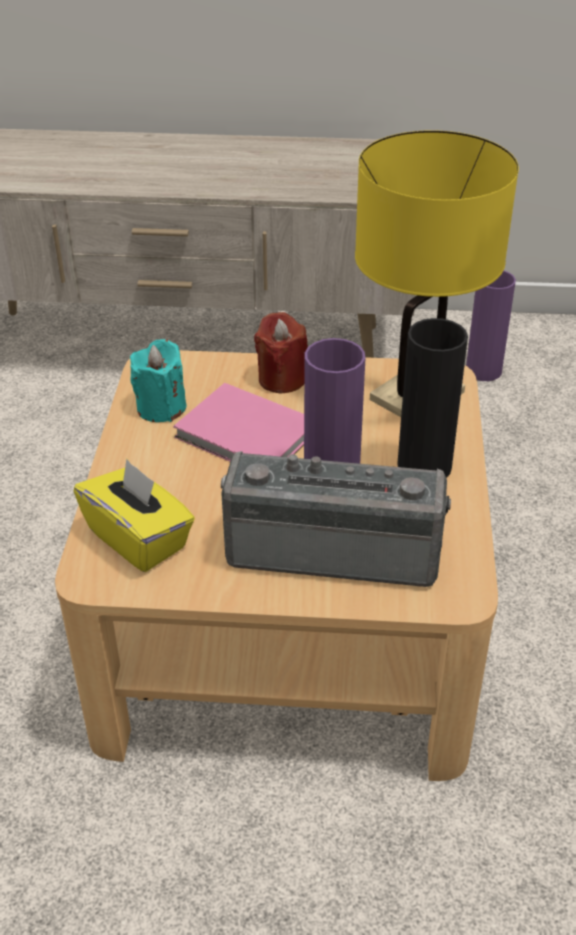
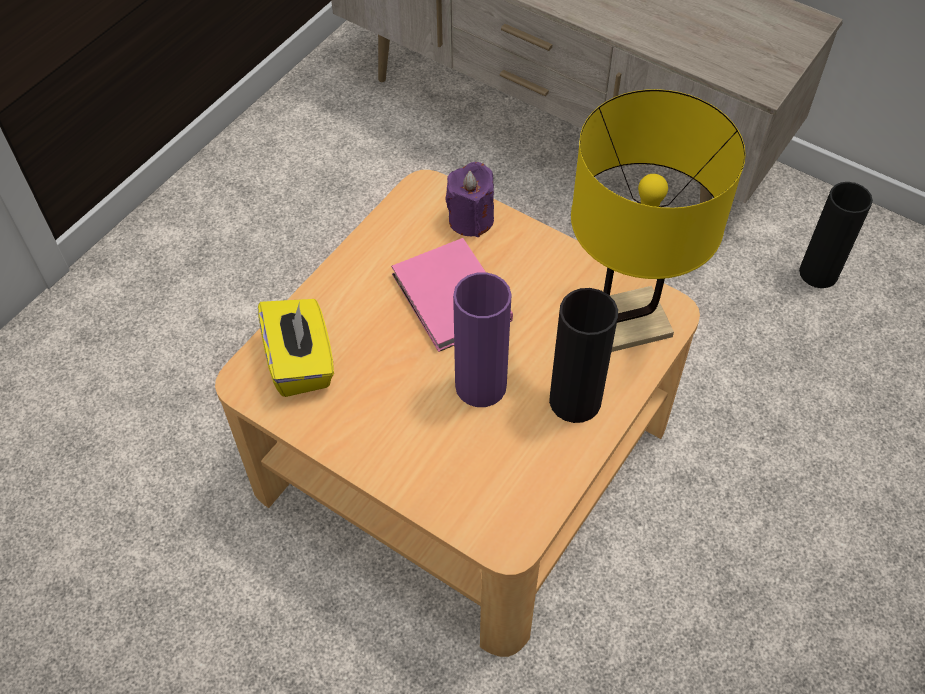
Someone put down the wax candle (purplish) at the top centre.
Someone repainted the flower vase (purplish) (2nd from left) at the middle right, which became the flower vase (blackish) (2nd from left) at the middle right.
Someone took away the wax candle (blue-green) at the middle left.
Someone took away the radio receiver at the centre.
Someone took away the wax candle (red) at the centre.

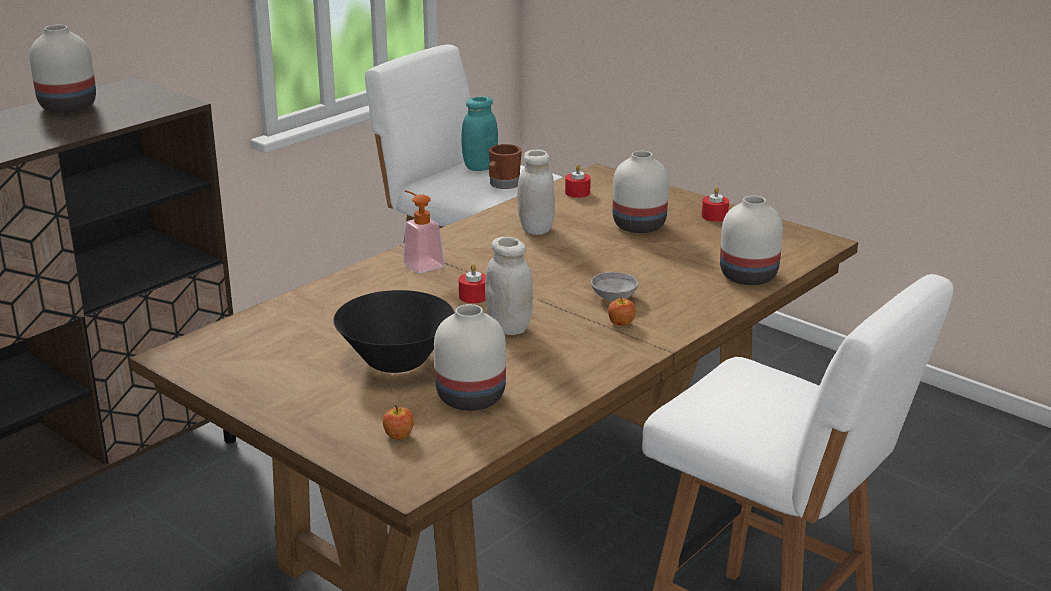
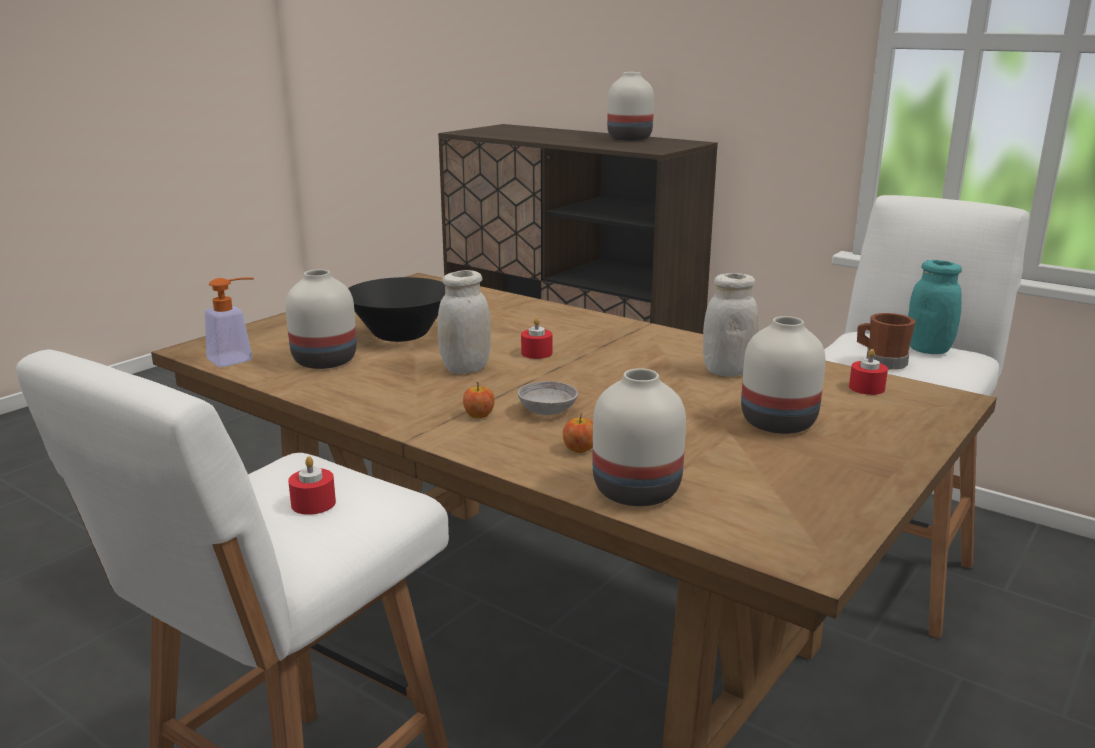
Someone carried the liquid soap bottle from the centre to the middle left.
Someone carried the wax candle (red) (3rd from left in the first image) from the middle right to the middle left.
Someone carried the apple fruit (1st from left in the first image) from the bottom centre to the centre.

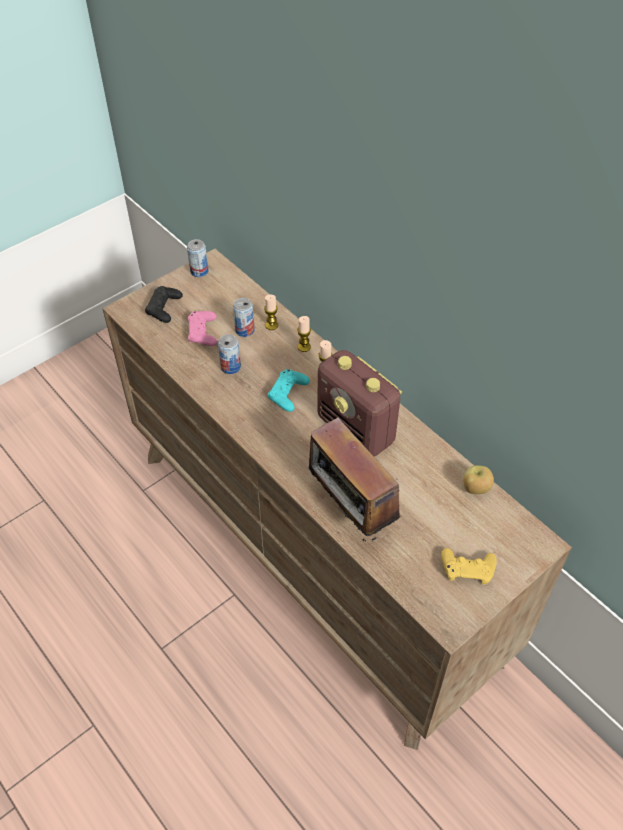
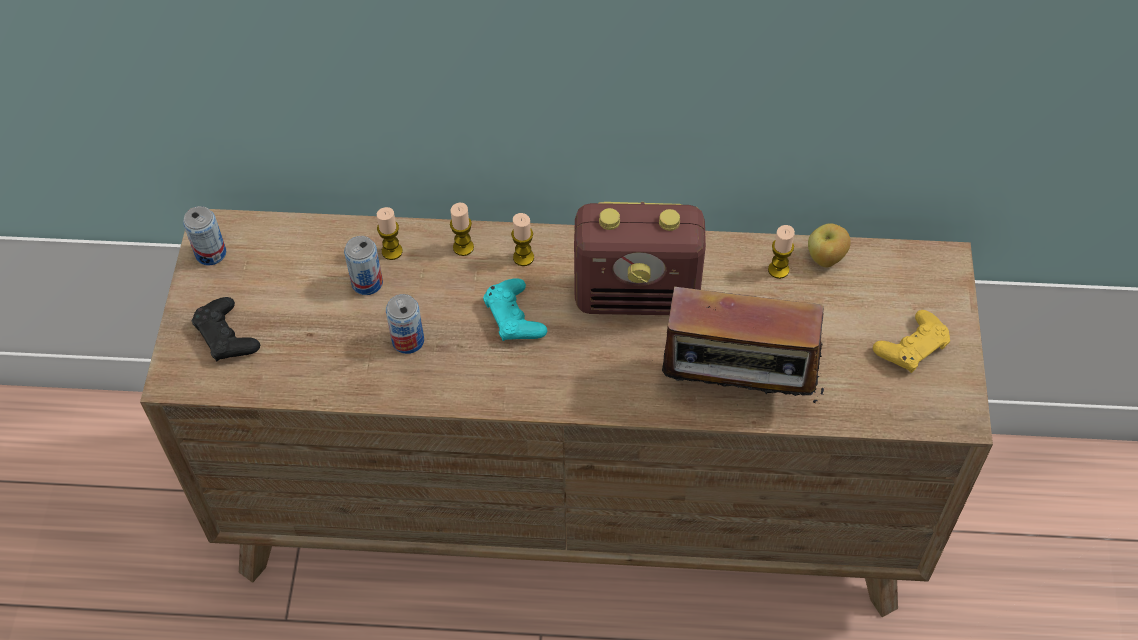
Someone put down the wax candle (4th from left) at the middle right.
Someone took away the gamepad (pinkish) at the middle left.

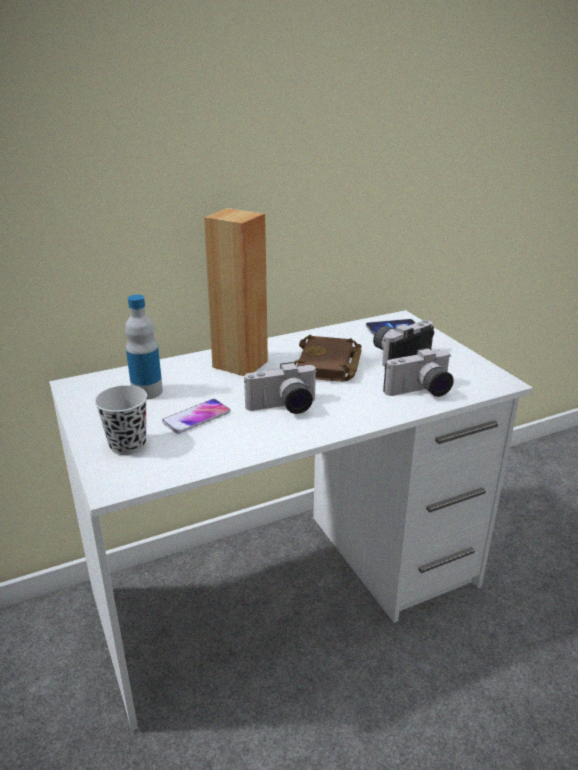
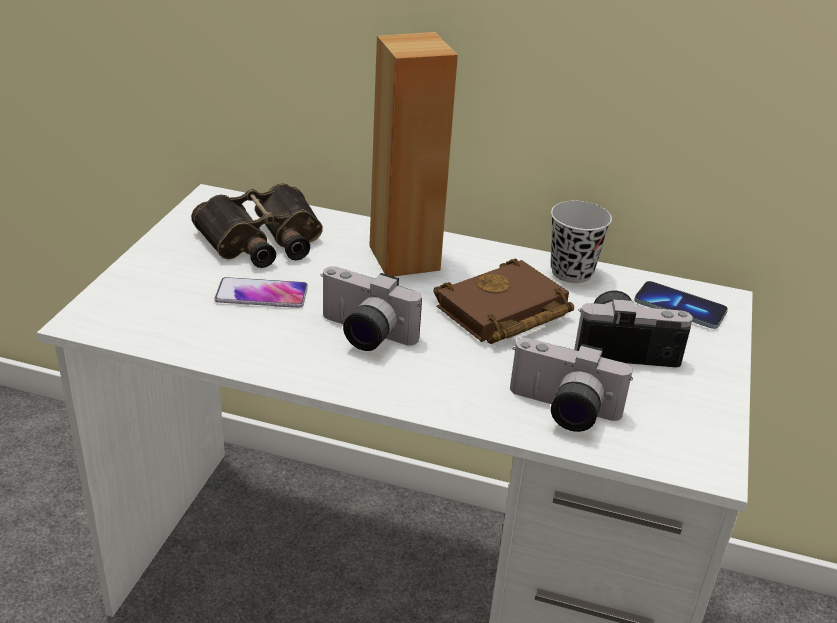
Someone swapped the drink bottle at the middle left for the field glasses at the middle left.
Someone carried the small cup (blackish) from the middle left to the middle right.

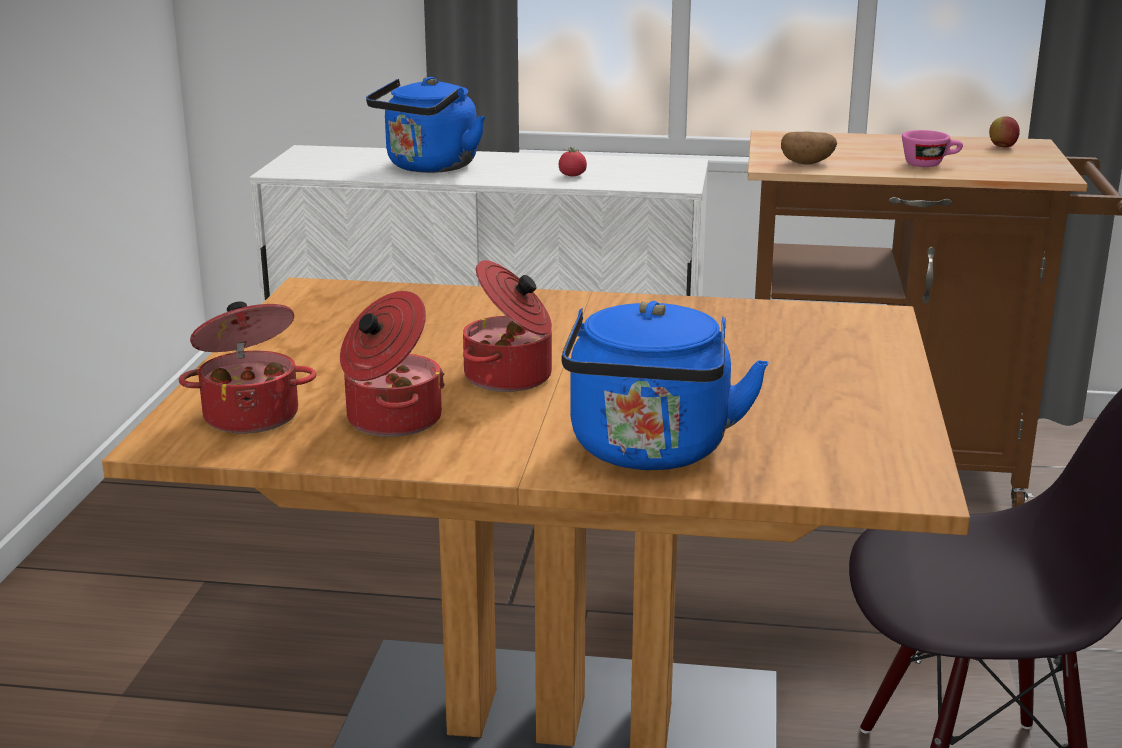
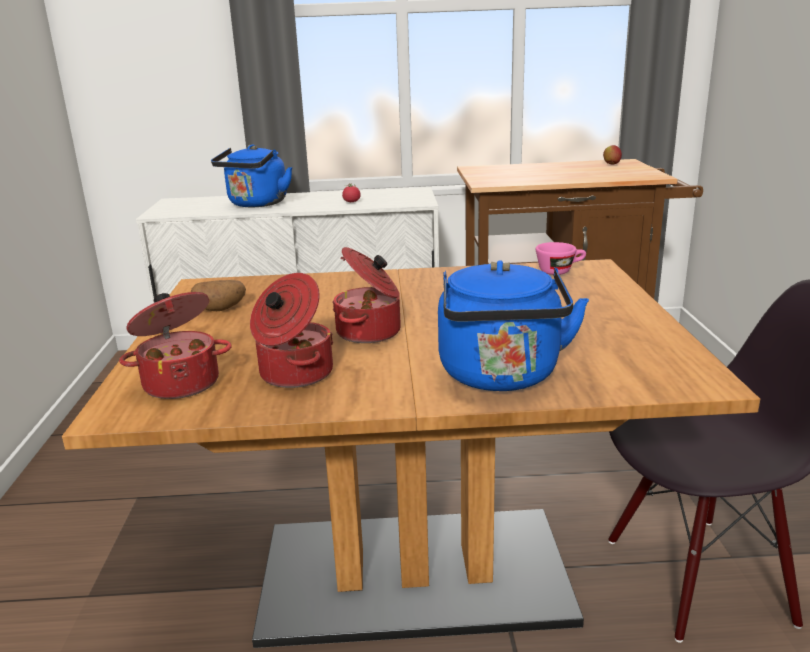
Someone carried the whole potato from the top right to the middle left.
Someone carried the small cup (pinkish) from the top right to the middle right.

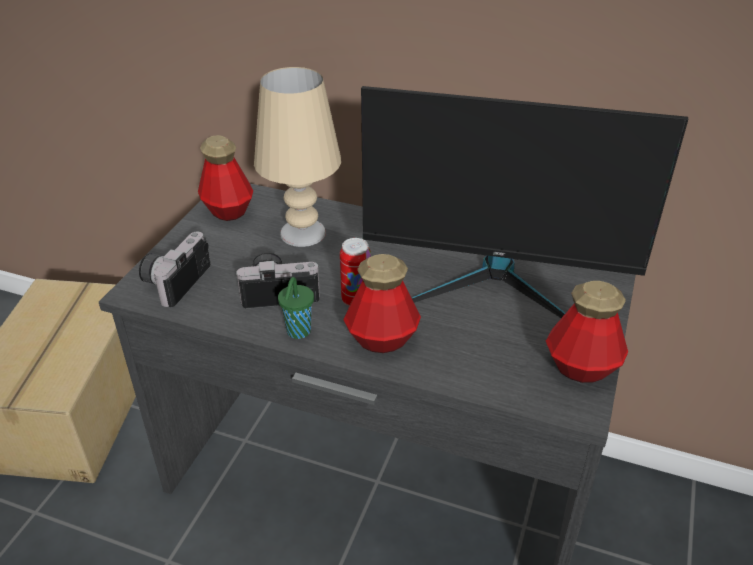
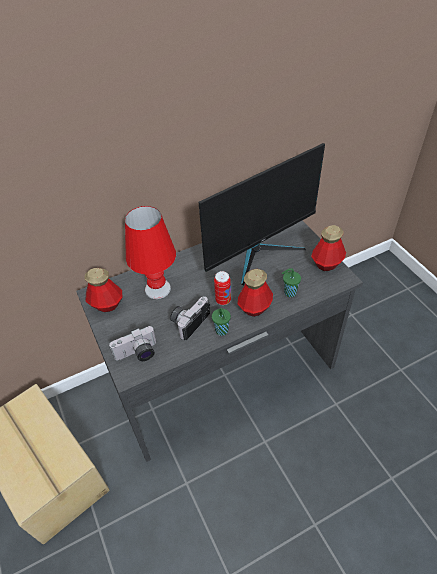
Someone rotated the still camera (1st from left) at the middle left by 90 degrees counterclockwise.
Someone repainted the lamp for a table (beige) at the top centre, which became the lamp for a table (red) at the centre.
Someone put down the small cup (green) (2nd from left) at the centre.

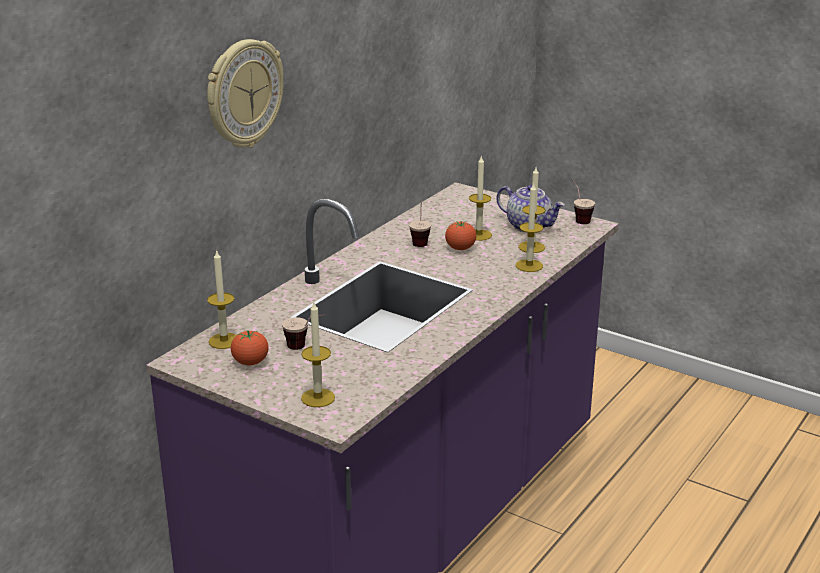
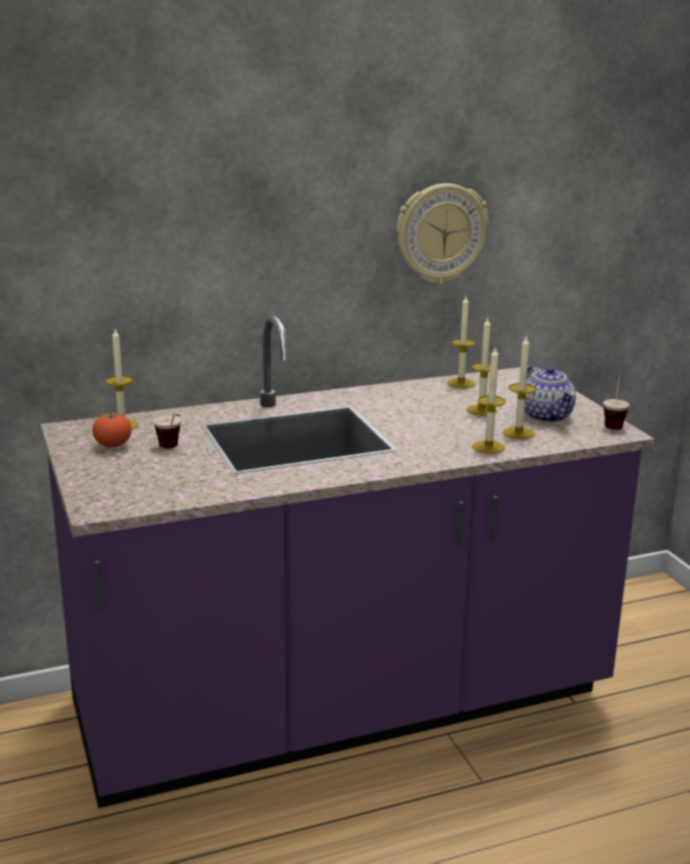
Someone carried the clock on the wall from the top left to the top centre.
Someone carried the wax candle (2nd from left) from the centre to the middle right.
Someone took away the small cup (2nd from left) at the centre.
Someone took away the whole tomato (2nd from left) at the centre.

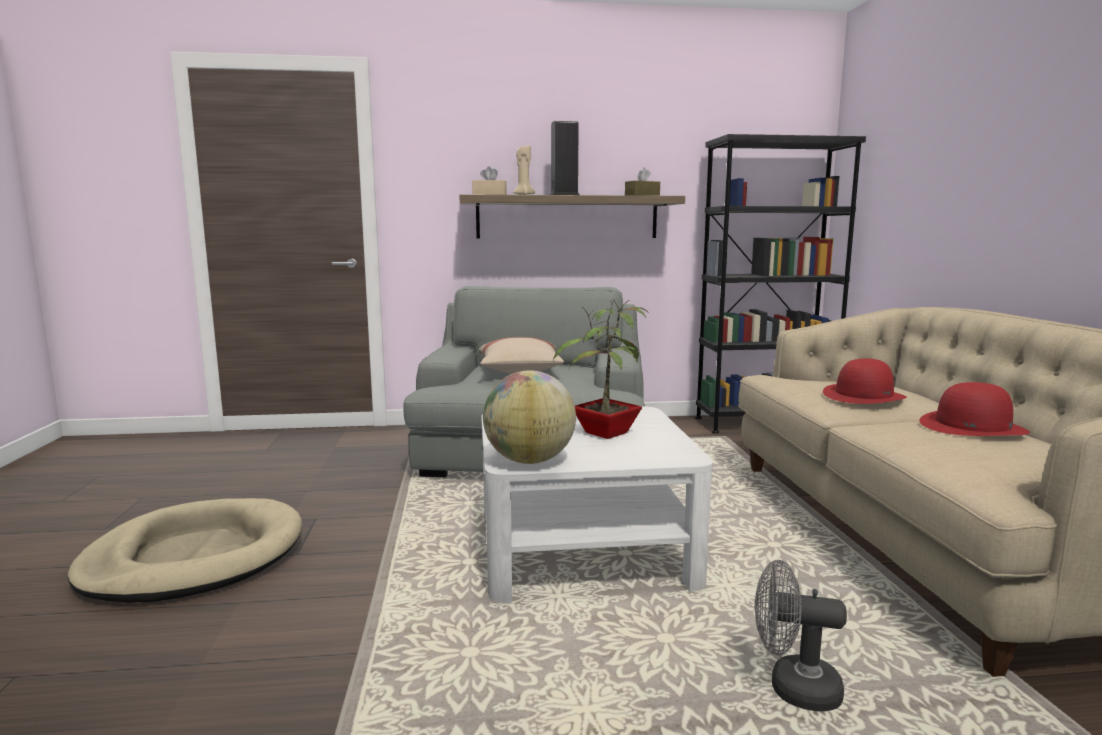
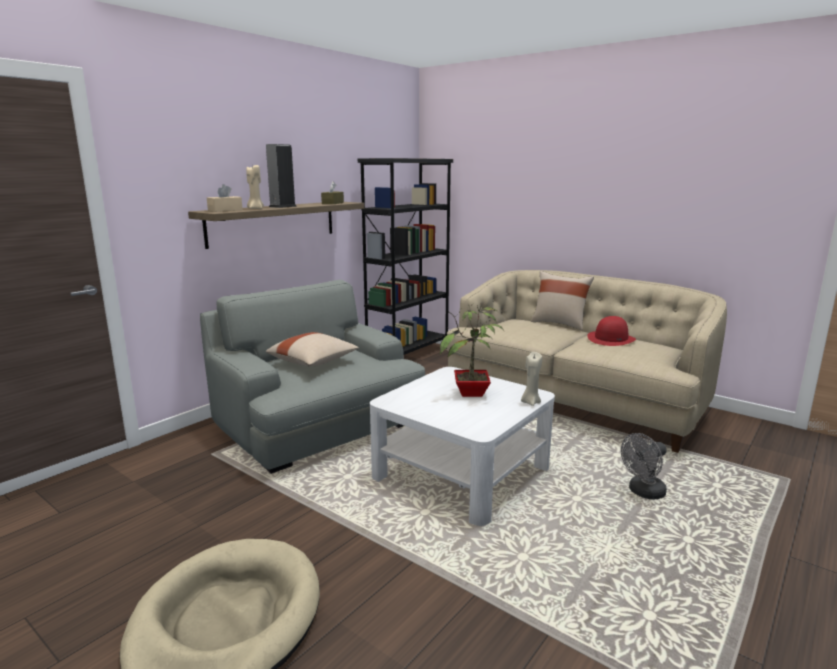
Someone put down the wax candle (beige) (2nd from left) at the centre.
Someone put down the throw pillow (beige) (2nd from left) at the middle right.
Someone took away the desk globe at the centre.
Someone took away the wearable hat (red) (1st from left) at the middle right.

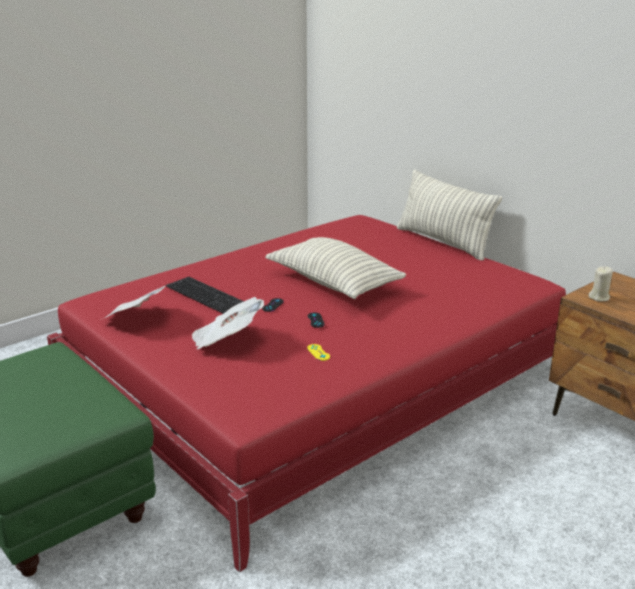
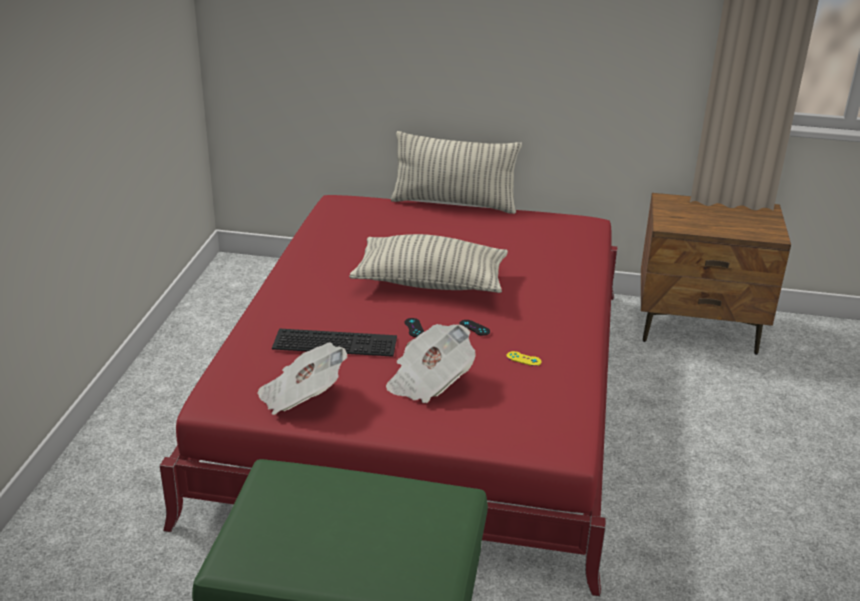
Someone took away the wax candle (beige) at the middle right.

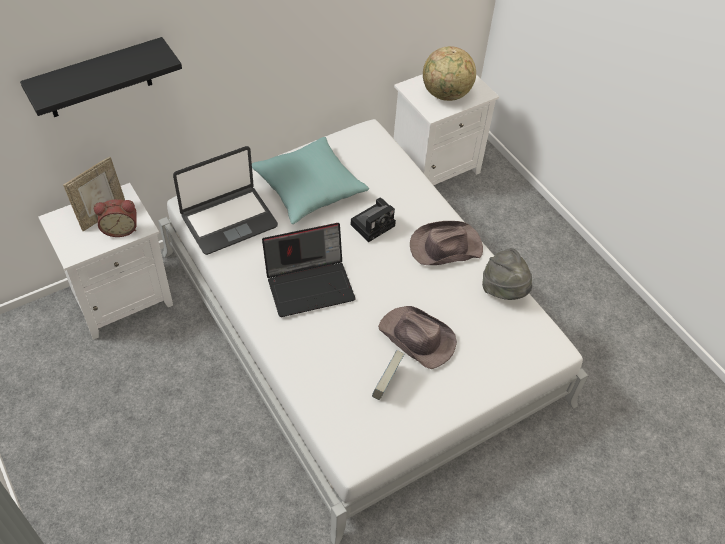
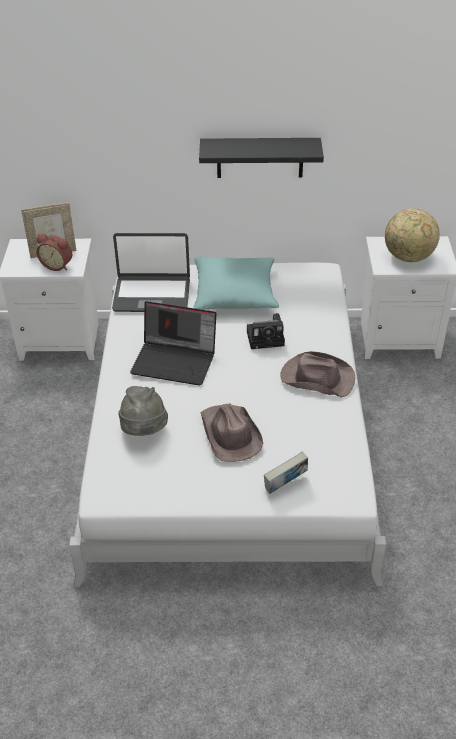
Someone carried the wearable hat (gray) from the middle right to the middle left.
Someone carried the wall shelf (blackish) from the top left to the top centre.
Someone carried the book from the bottom centre to the centre.

